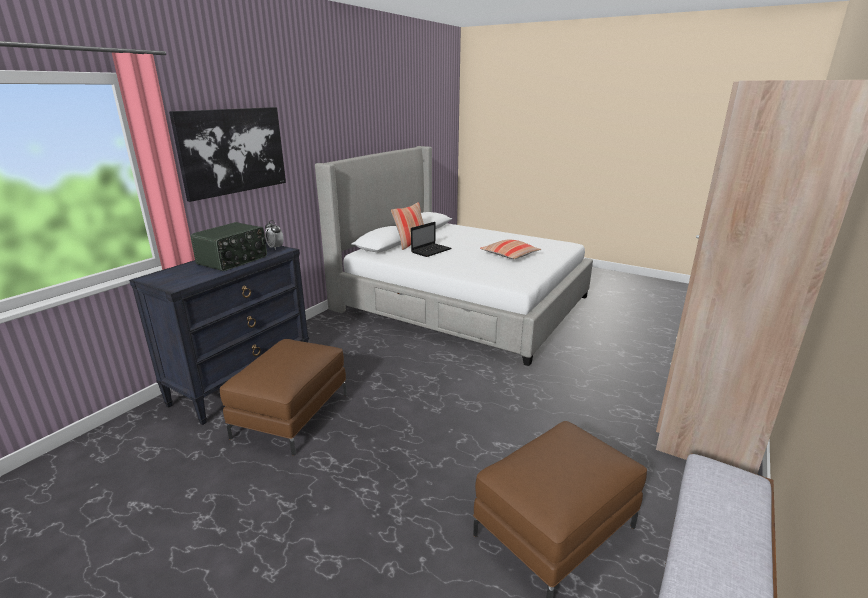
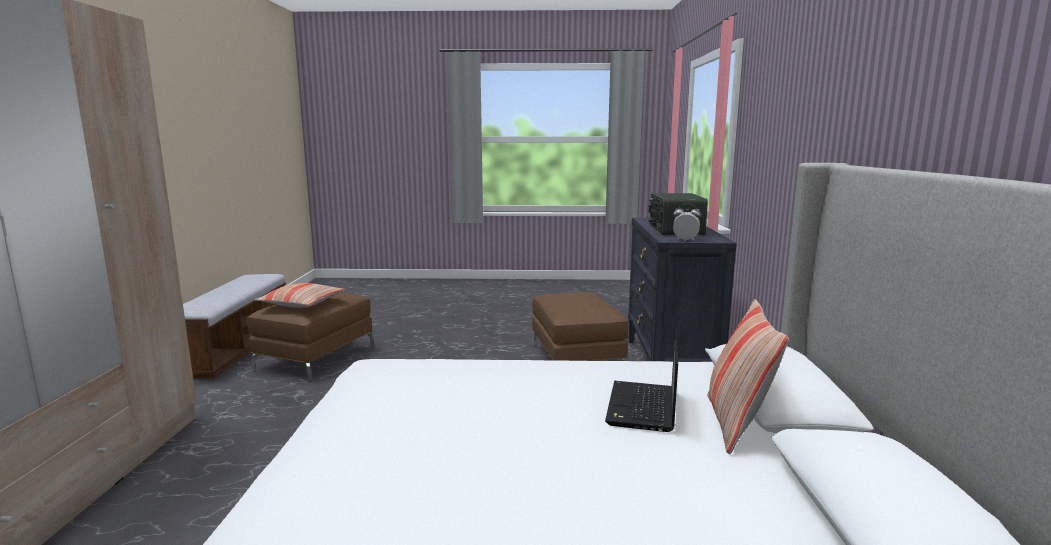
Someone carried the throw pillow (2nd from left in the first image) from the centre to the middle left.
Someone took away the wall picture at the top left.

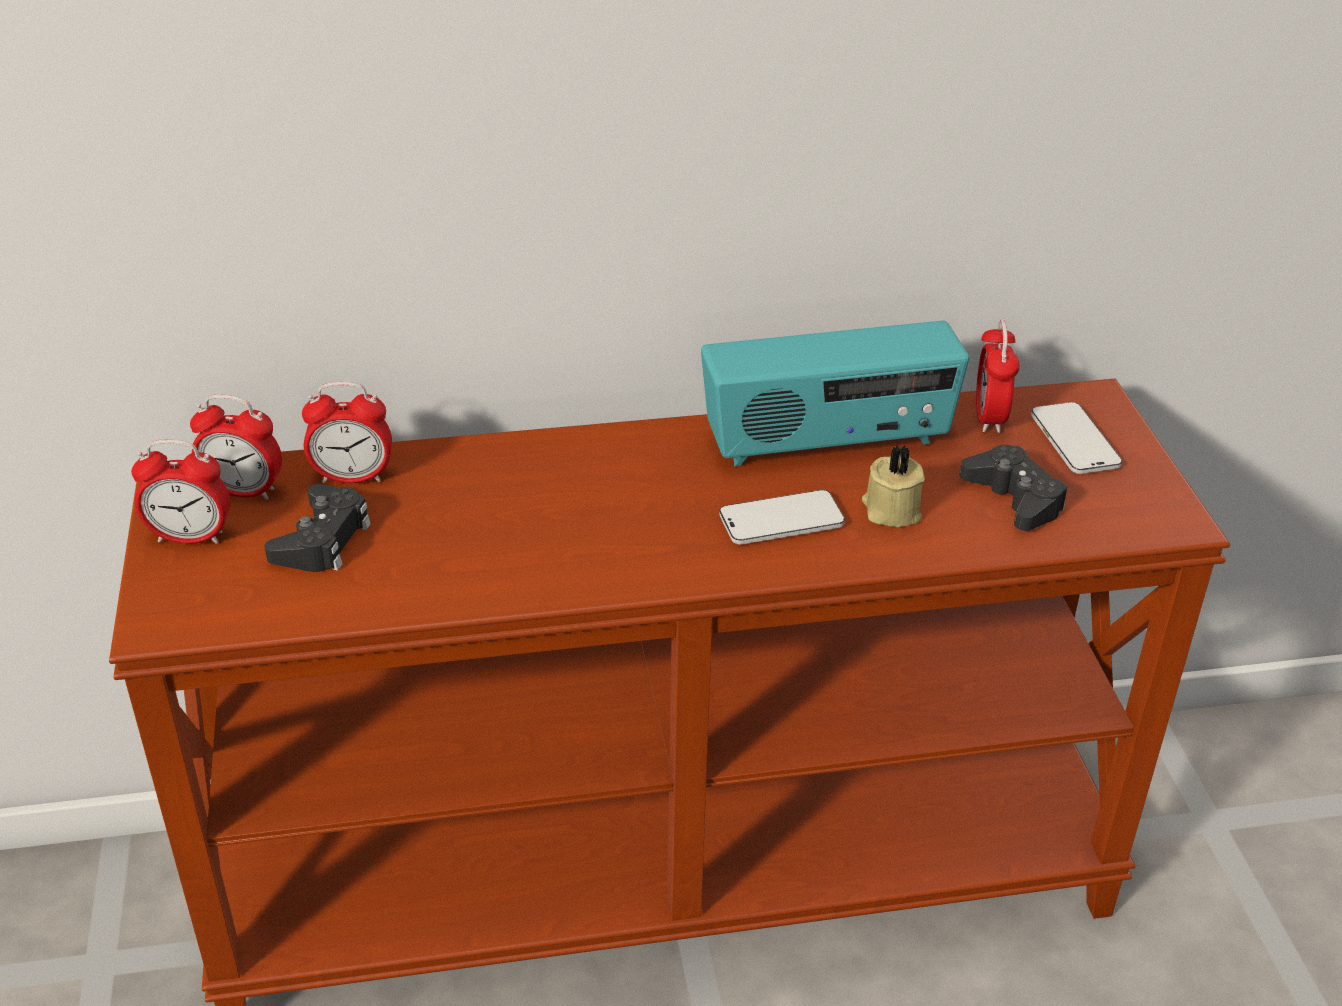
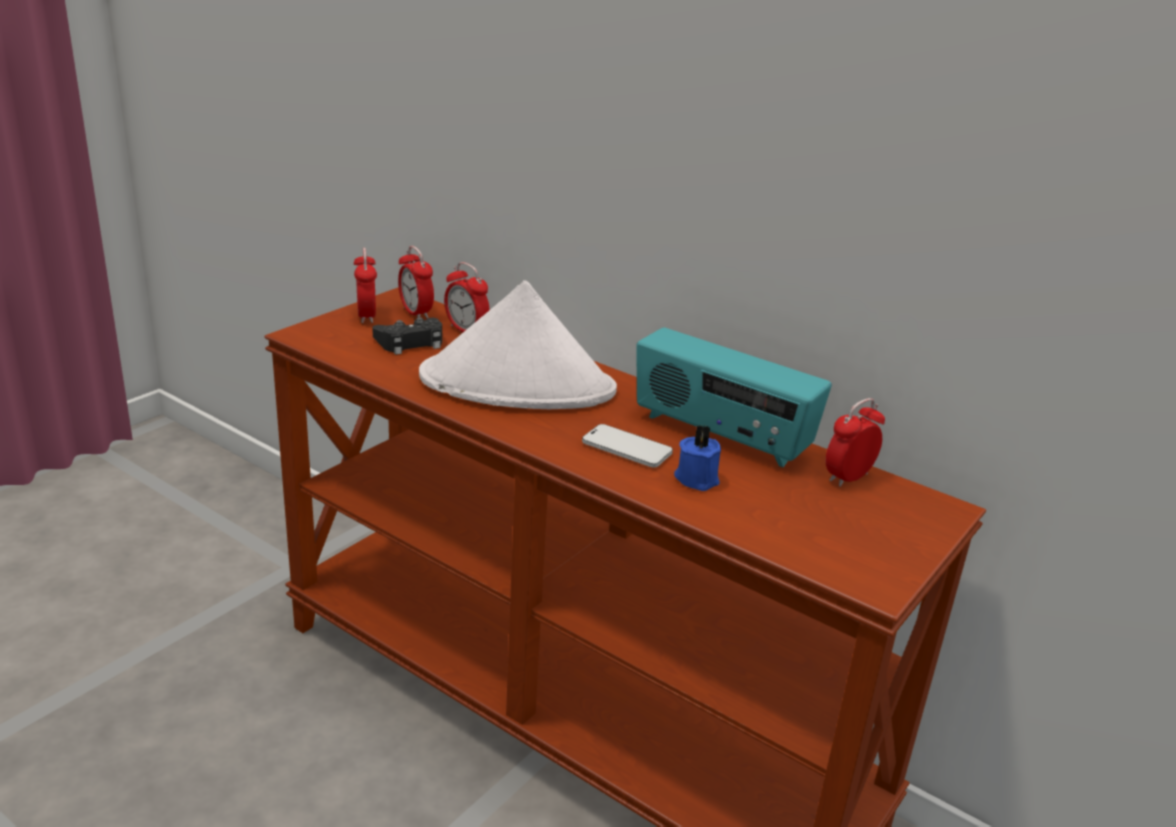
Someone rotated the bedside clock (1st from left) at the middle left by 150 degrees counterclockwise.
Someone put down the wearable hat (white-coloured) at the centre.
Someone repainted the wax candle (beige) at the centre, which became the wax candle (blue-coloured) at the centre.
Someone took away the gamepad (blackish) (2nd from left) at the middle right.
Someone took away the handset (2nd from left) at the middle right.

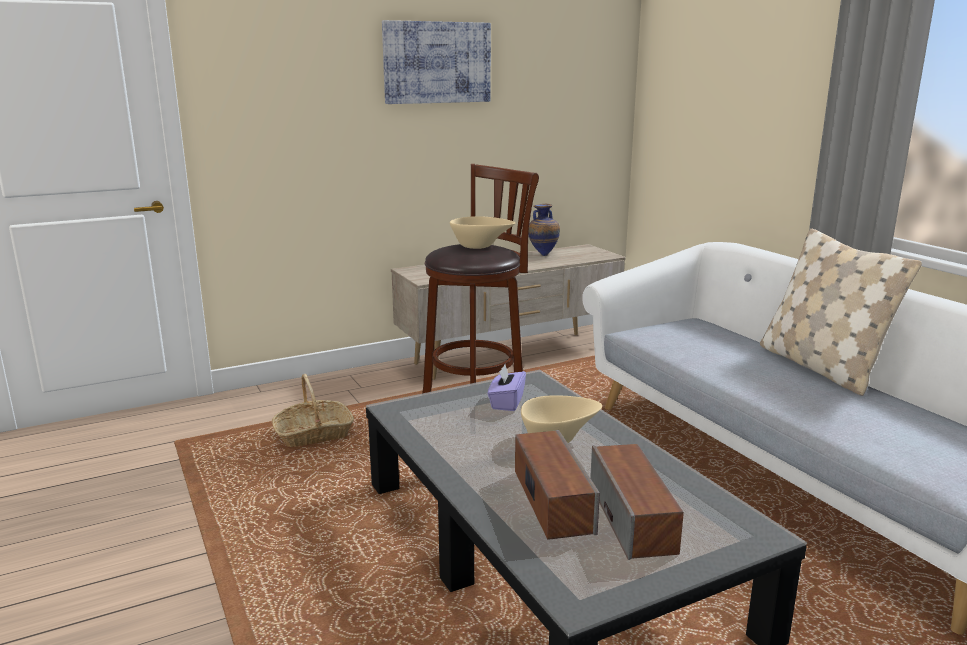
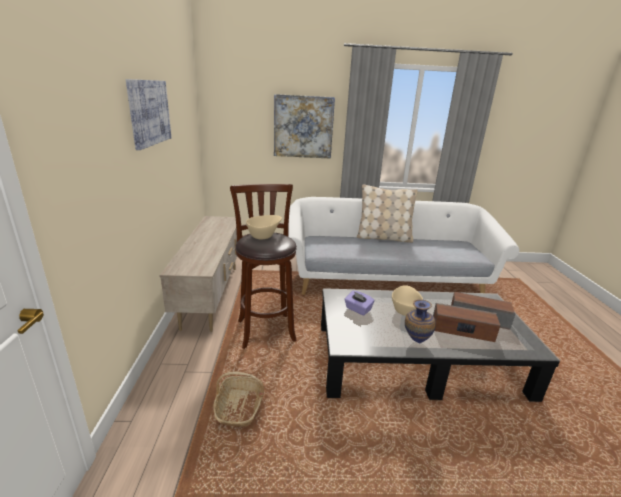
Someone put up the wall picture (2nd from left) at the top centre.
Someone carried the flower vase from the centre to the middle right.

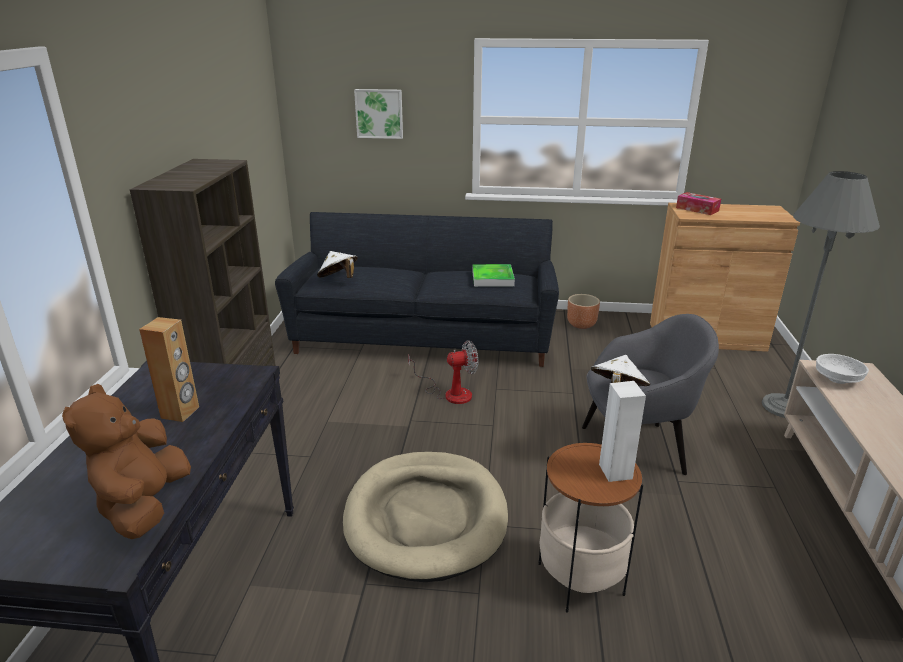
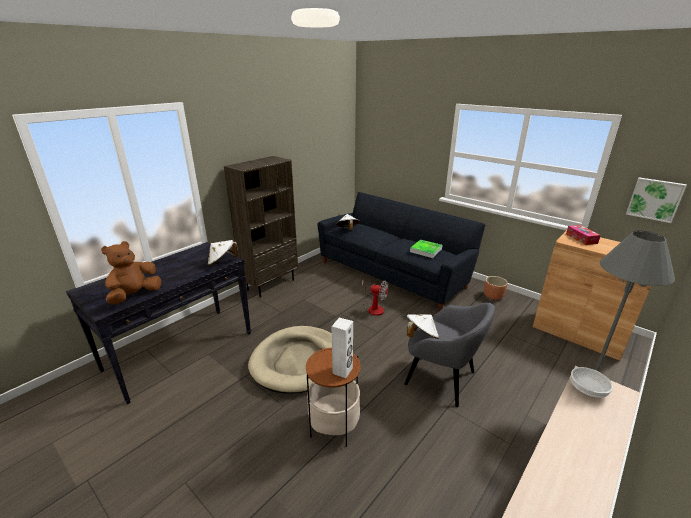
Someone put down the wearable hat (white-coloured) (1st from left) at the middle left.
Someone carried the wall picture from the top centre to the middle right.
Someone took away the audio speaker (brown) at the middle left.

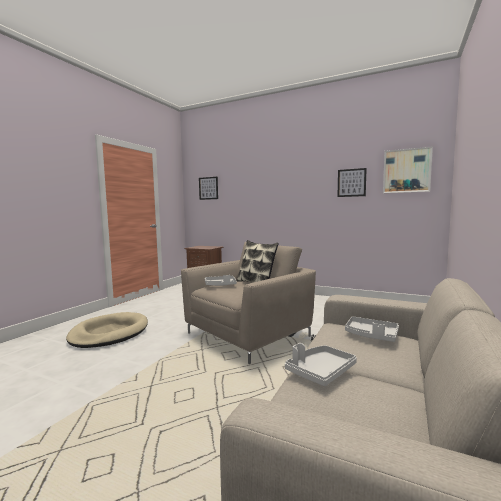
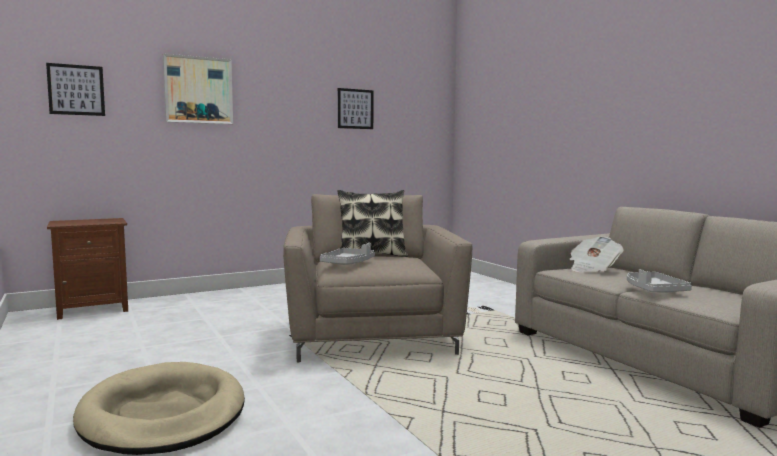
Someone carried the wall picture (3rd from left in the first image) from the middle right to the top left.
Someone swapped the serving tray (gray) (3rd from left) at the middle right for the daily paper at the middle right.

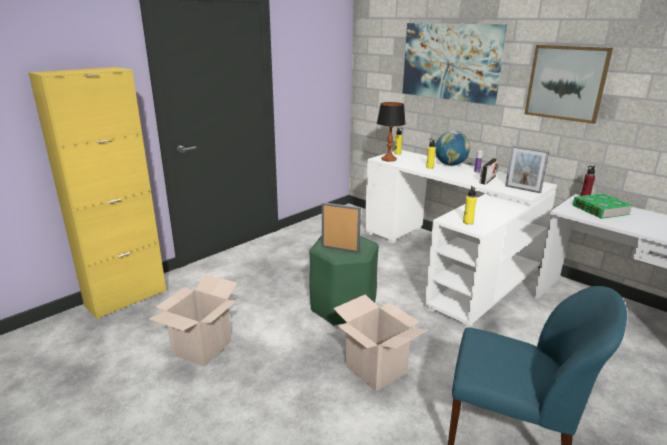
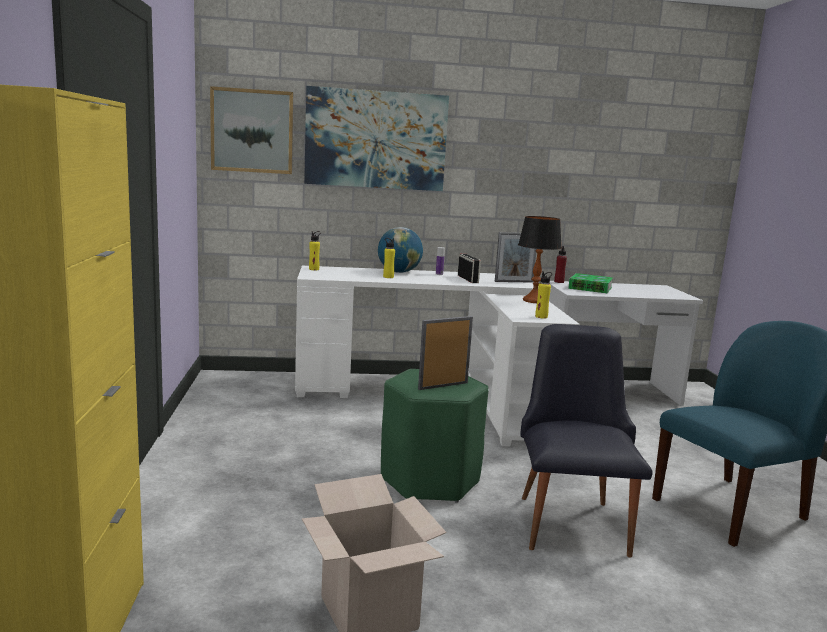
Someone carried the wall picture (2nd from left in the first image) from the top right to the top left.
Someone carried the lamp for a table from the top centre to the centre.
Someone swapped the packing box (2nd from left) at the bottom centre for the chair (blackish) at the bottom right.

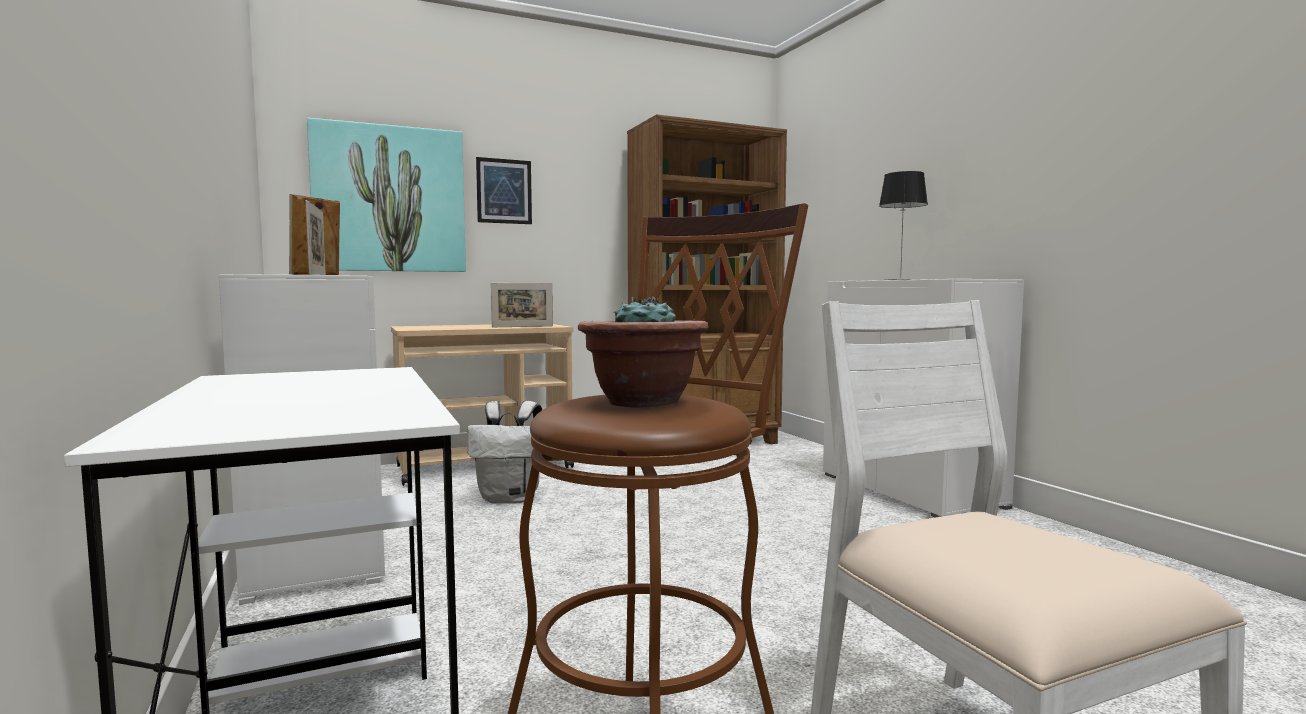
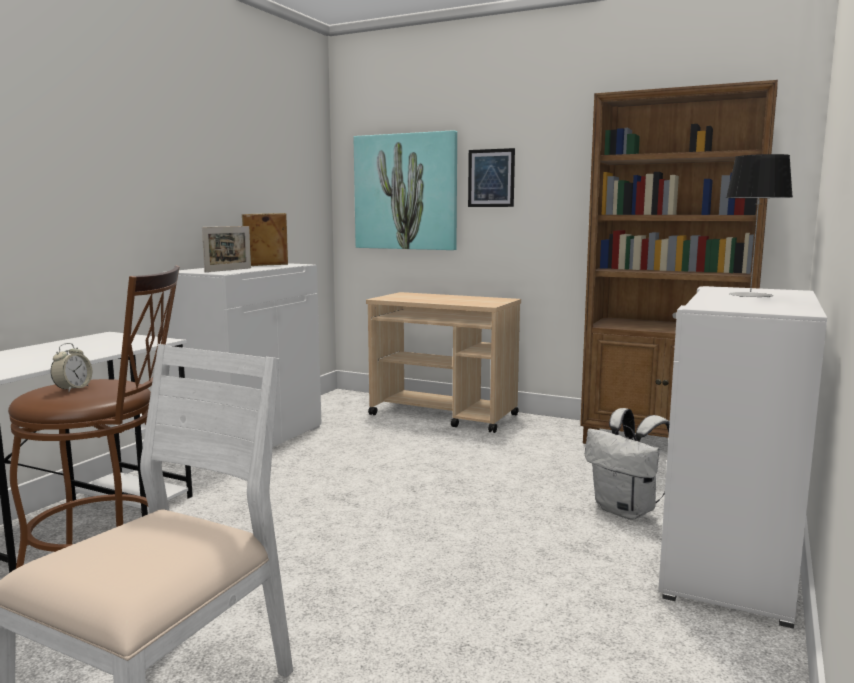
Someone swapped the houseplant at the centre for the bedside clock at the middle left.
Someone carried the knapsack (white-coloured) from the centre to the bottom right.
Someone took away the standing frame (3rd from left) at the centre.

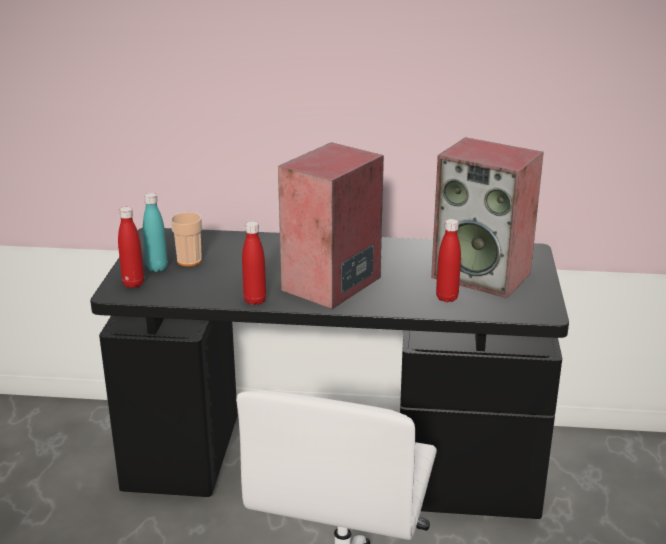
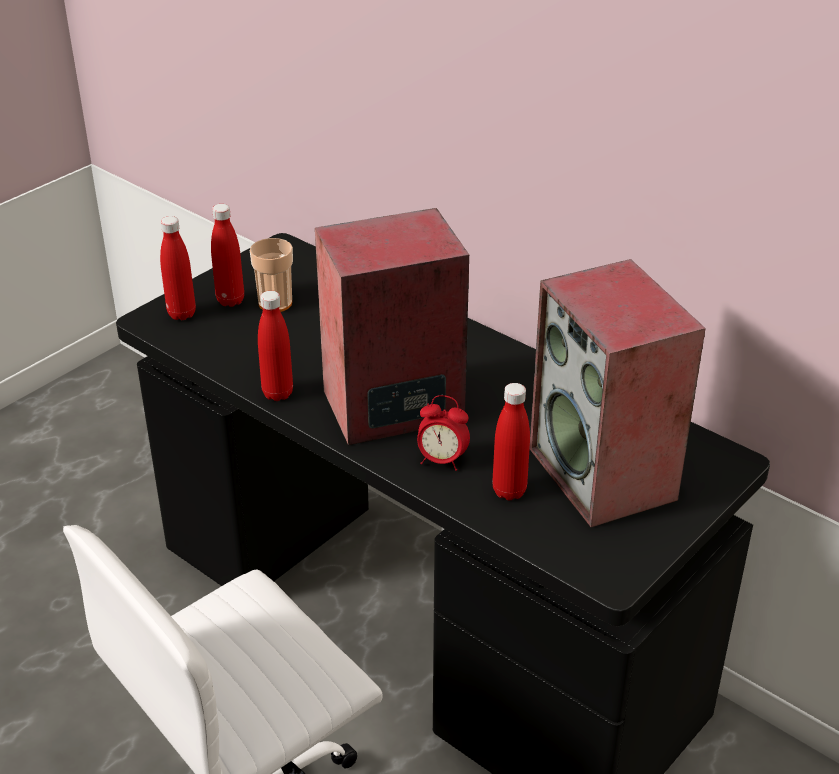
Someone repainted the drink bottle (blue-green) at the middle left, which became the drink bottle (red) (2nd from left) at the top left.
Someone put down the bedside clock at the centre.

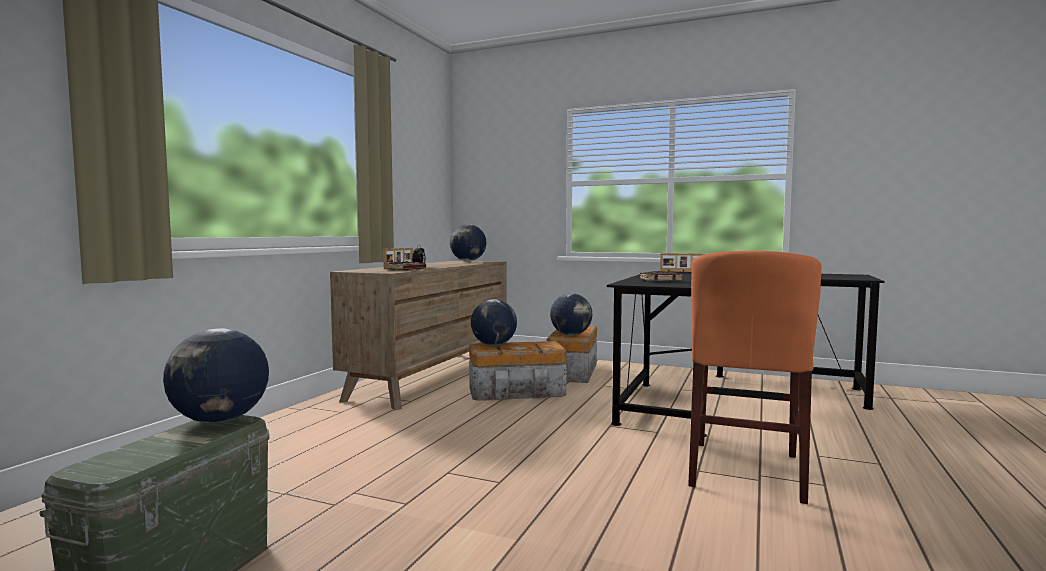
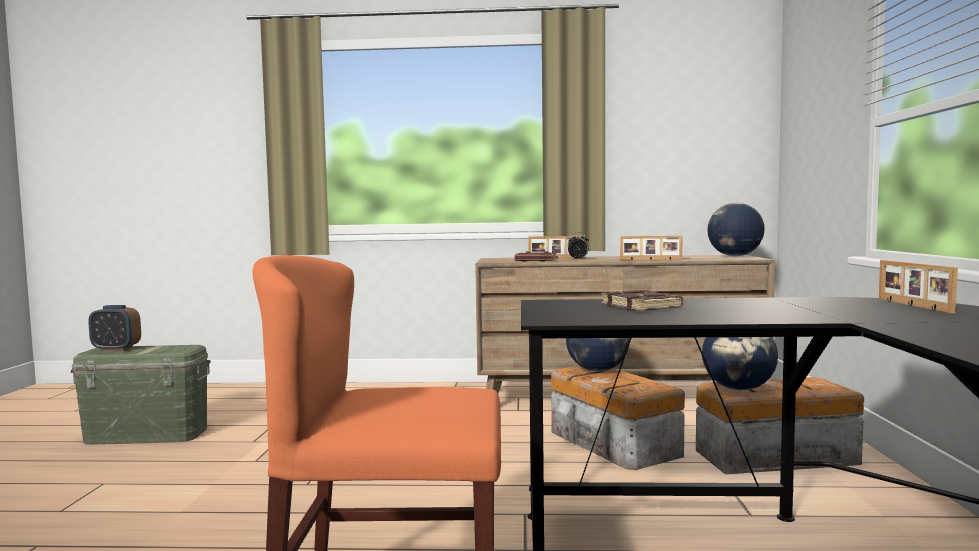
Someone put down the bedside clock (1st from left) at the middle left.
Someone put down the standing frame (2nd from left) at the centre.
Someone took away the desk globe (1st from left) at the middle left.

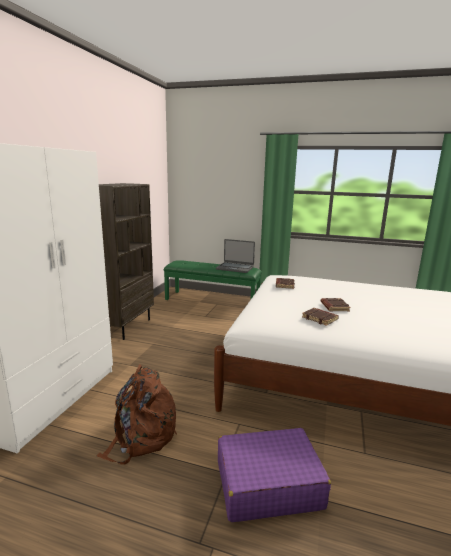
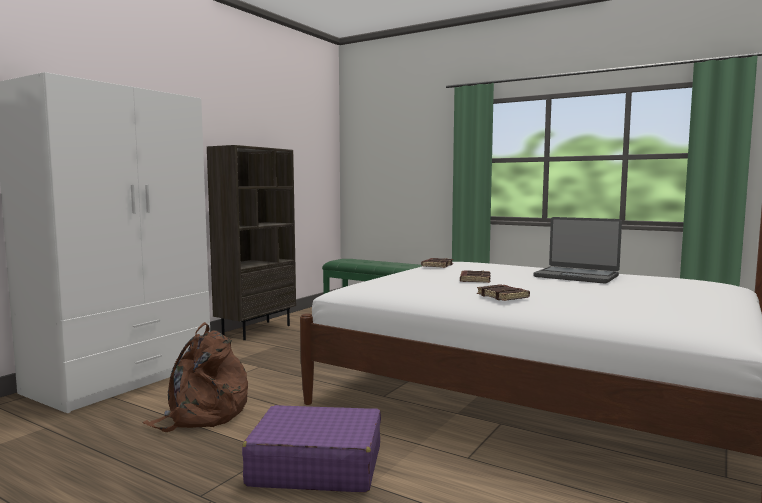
Someone carried the book (brown) (2nd from left in the first image) from the middle right to the centre.
Someone carried the laptop from the centre to the middle right.

